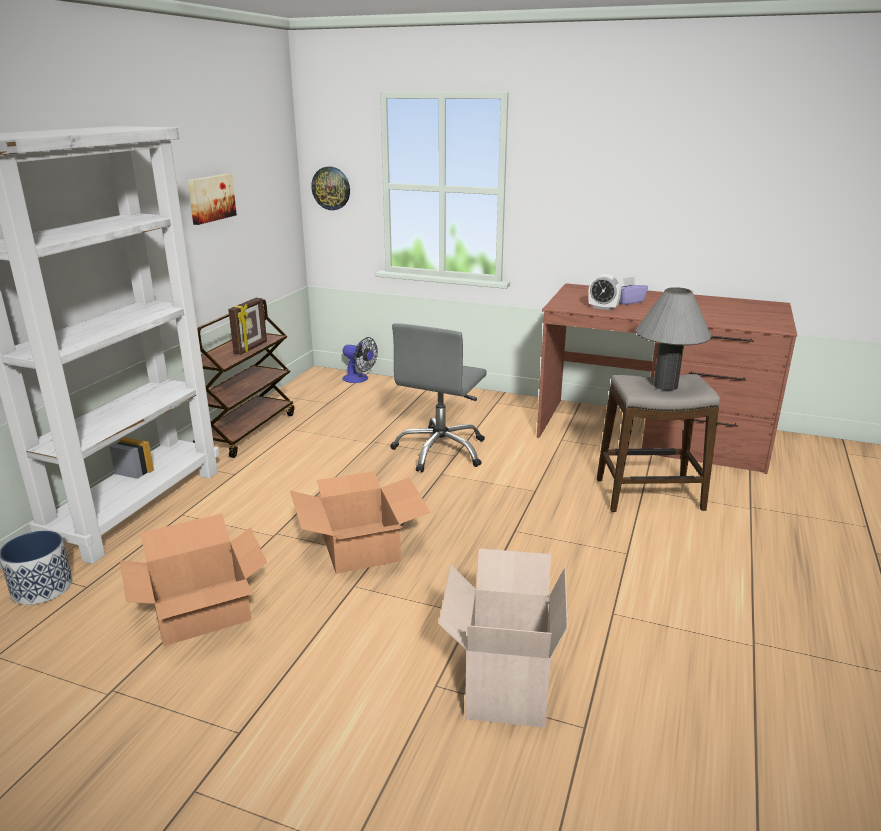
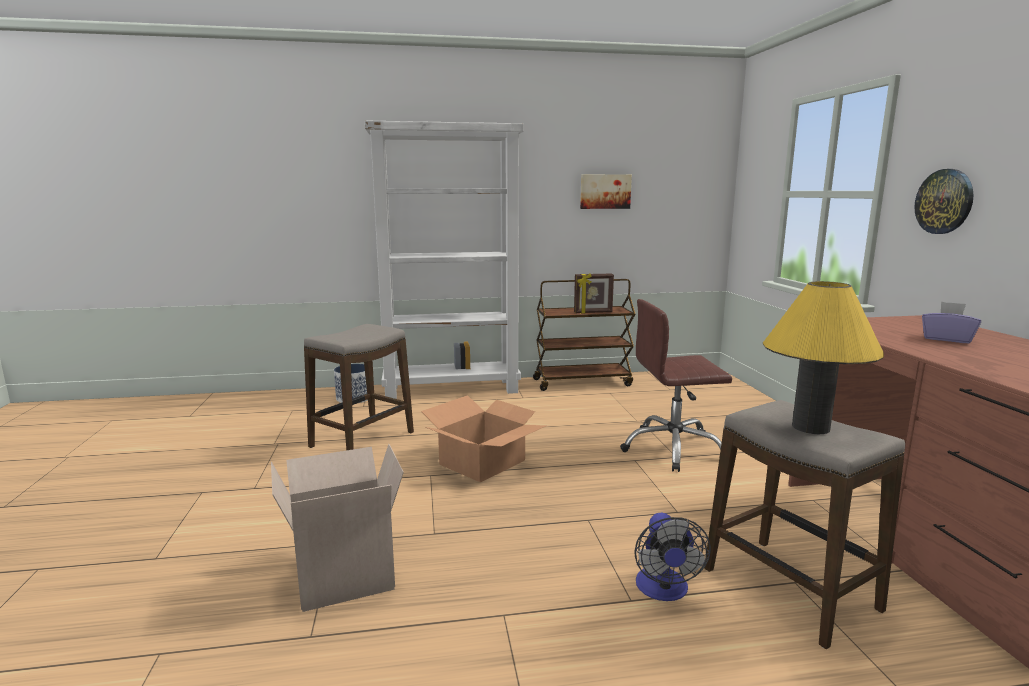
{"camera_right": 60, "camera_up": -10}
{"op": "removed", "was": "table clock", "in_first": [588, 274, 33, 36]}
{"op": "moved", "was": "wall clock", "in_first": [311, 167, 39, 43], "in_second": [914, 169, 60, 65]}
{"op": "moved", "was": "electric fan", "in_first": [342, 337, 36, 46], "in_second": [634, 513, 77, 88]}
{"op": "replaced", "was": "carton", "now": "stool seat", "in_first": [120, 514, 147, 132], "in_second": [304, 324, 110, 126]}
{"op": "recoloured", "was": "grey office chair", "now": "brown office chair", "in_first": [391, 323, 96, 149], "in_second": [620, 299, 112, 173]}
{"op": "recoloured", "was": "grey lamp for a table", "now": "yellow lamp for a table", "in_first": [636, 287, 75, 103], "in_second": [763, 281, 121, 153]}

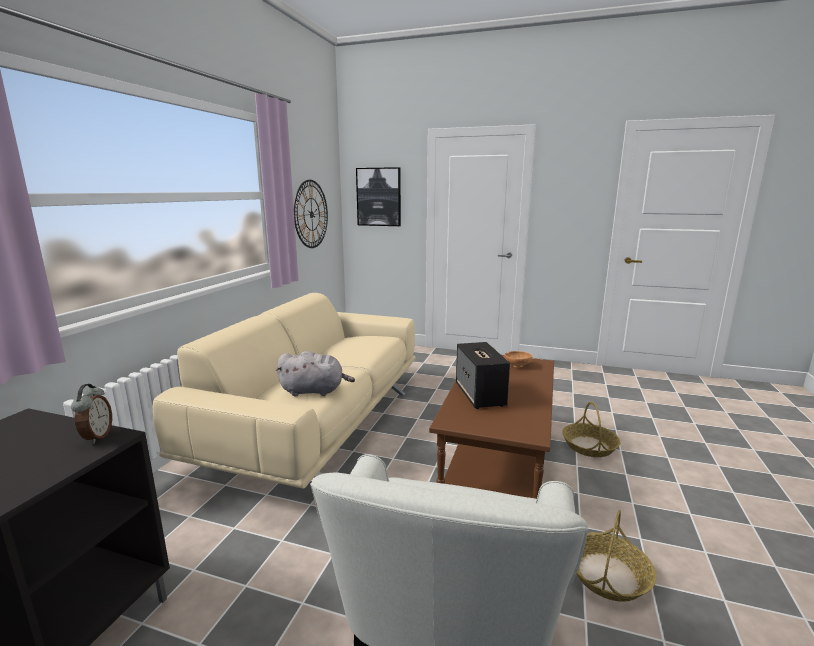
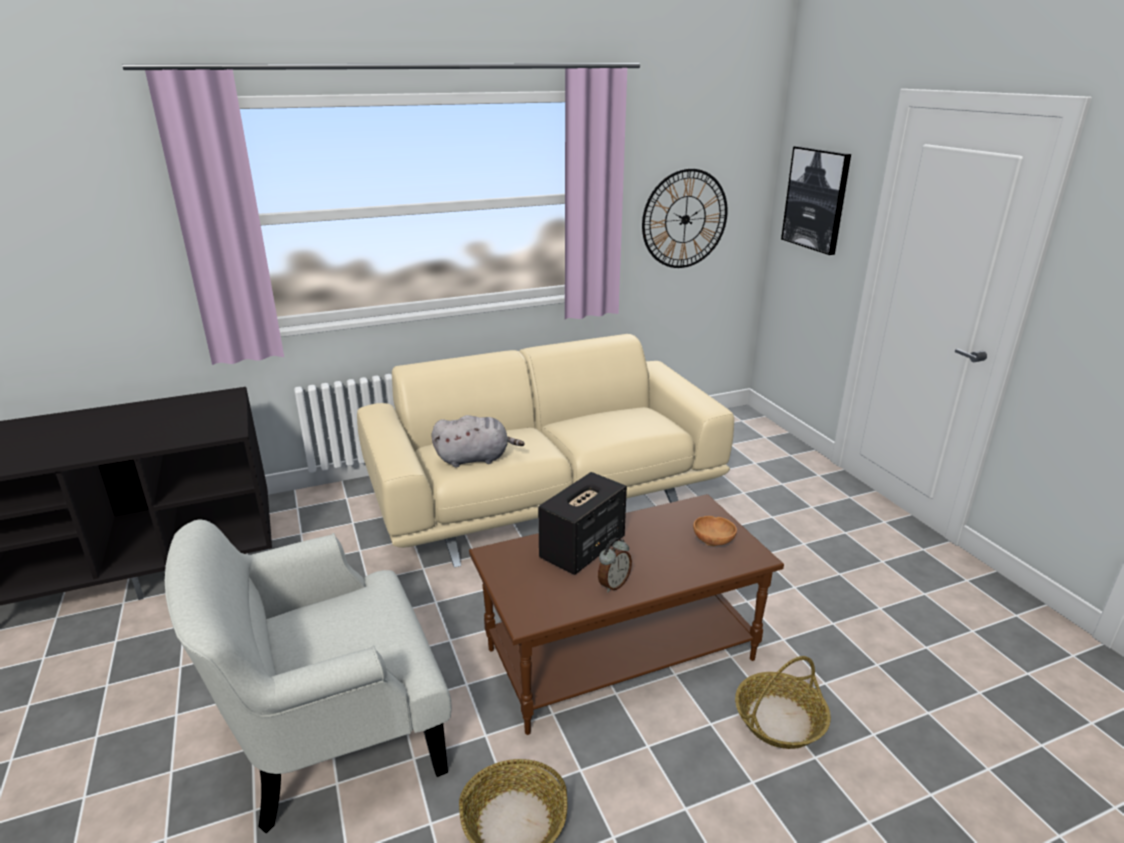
{"camera_right": 50, "camera_up": 10}
{"op": "moved", "was": "table clock", "in_first": [71, 384, 41, 60], "in_second": [598, 538, 34, 55]}
{"op": "turned", "was": "grey soft toy", "in_first": [276, 351, 79, 45], "in_second": [432, 415, 93, 52], "clockwise": -60}

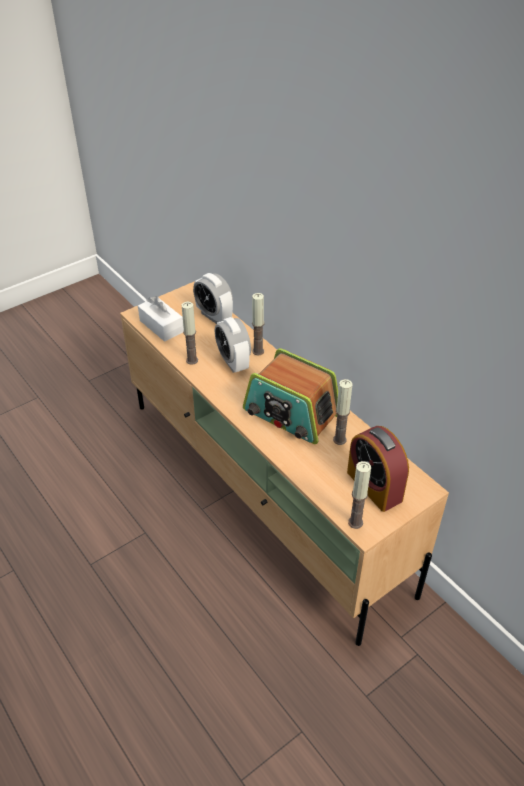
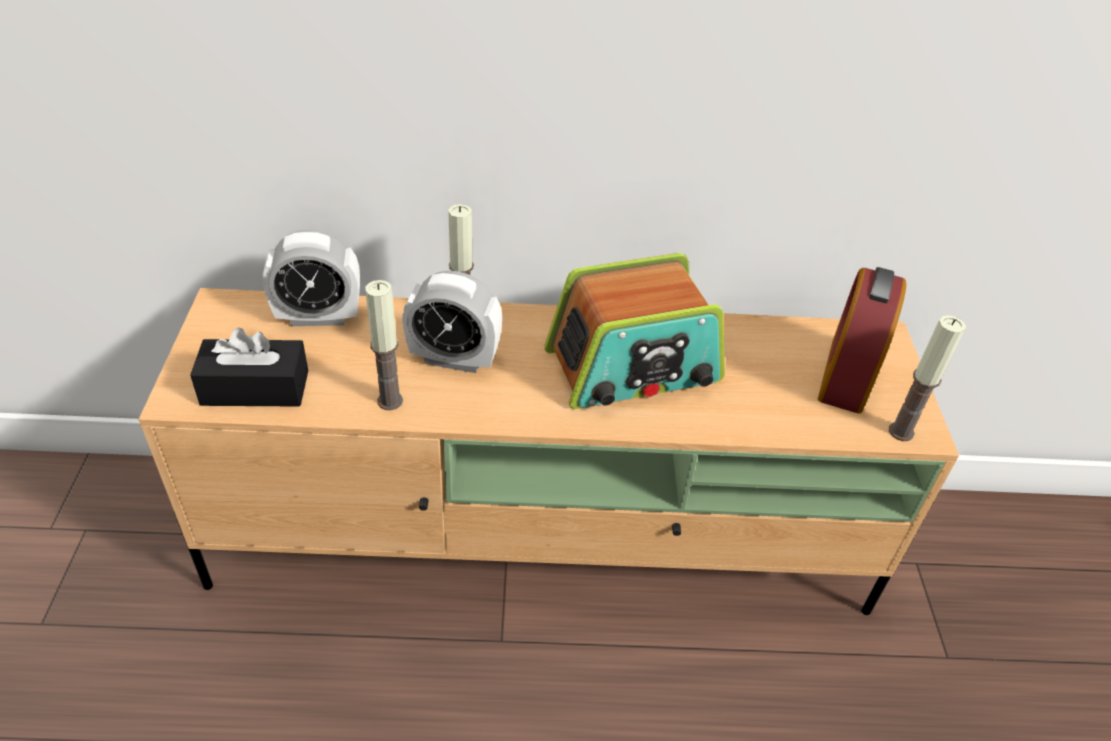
{"camera_right": -55, "camera_up": 0}
{"op": "removed", "was": "wax light", "in_first": [333, 379, 19, 66]}
{"op": "recoloured", "was": "white tissue box", "now": "blackish tissue box", "in_first": [138, 296, 46, 46], "in_second": [190, 328, 118, 79]}
{"op": "turned", "was": "table clock", "in_first": [347, 426, 62, 86], "in_second": [818, 267, 88, 147], "clockwise": 105}

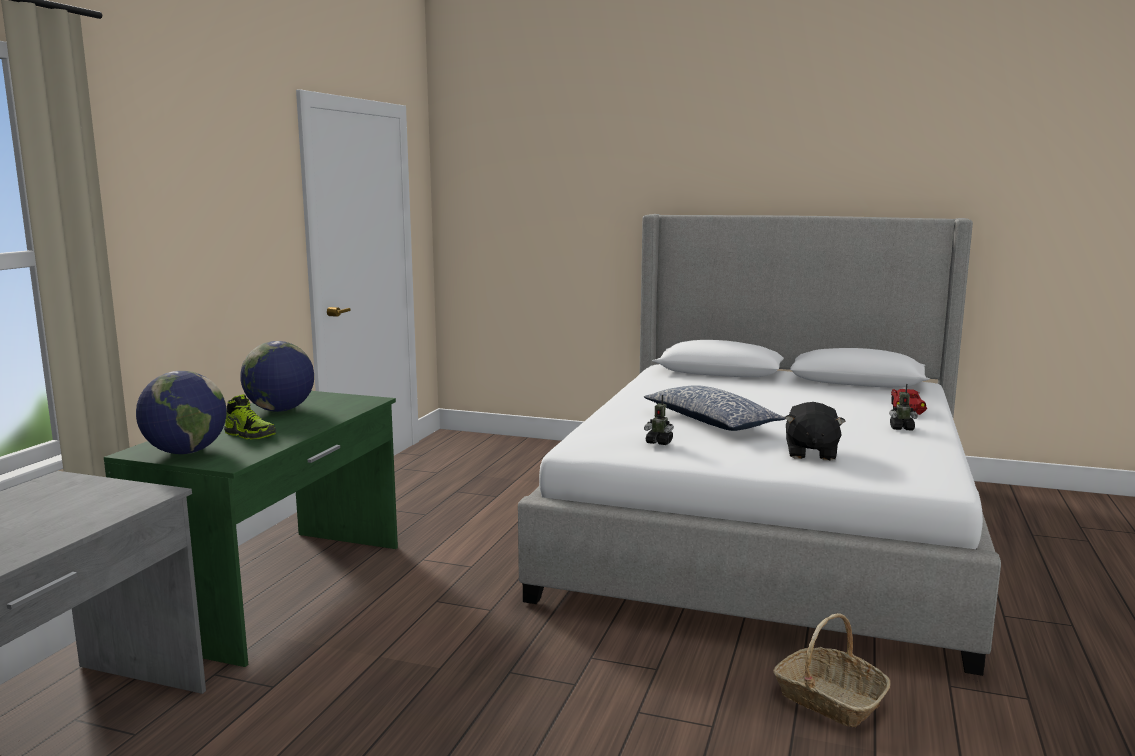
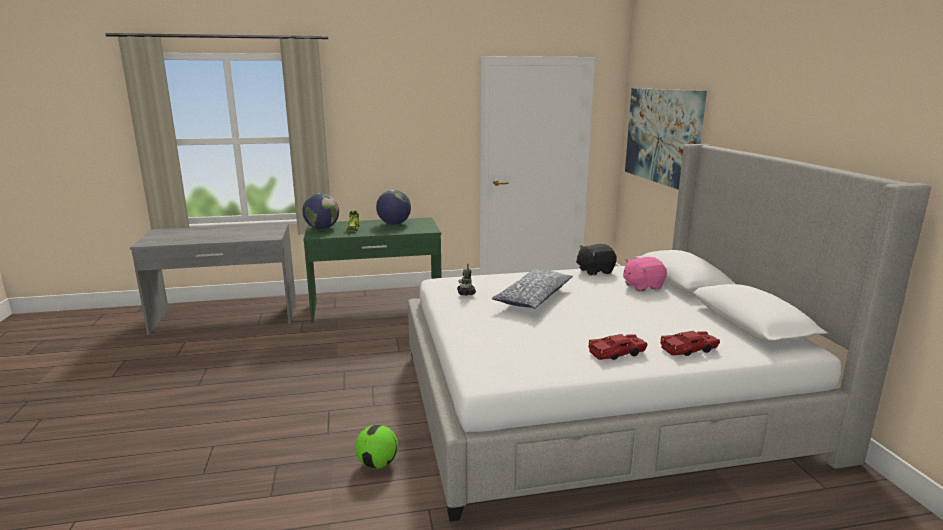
{"camera_right": 60, "camera_up": 5}
{"op": "added", "now": "pinkish soft toy", "in_second": [623, 257, 44, 34]}
{"op": "added", "now": "picture", "in_second": [625, 88, 82, 102]}
{"op": "moved", "was": "blackish soft toy", "in_first": [785, 402, 61, 59], "in_second": [576, 244, 41, 31]}
{"op": "replaced", "was": "basket", "now": "football ball", "in_first": [773, 613, 117, 114], "in_second": [355, 425, 43, 44]}
{"op": "replaced", "was": "model robot", "now": "reddish miniature car", "in_first": [889, 384, 29, 47], "in_second": [588, 334, 60, 26]}

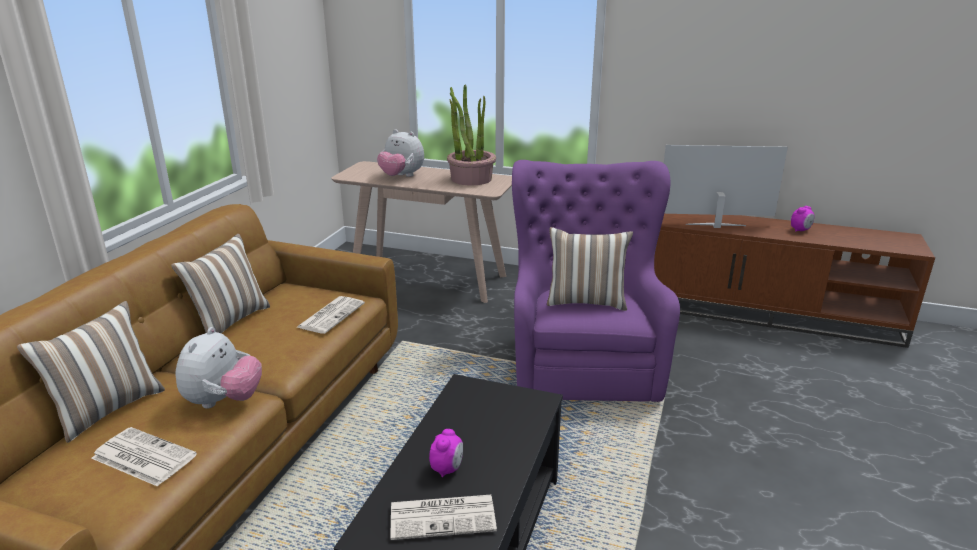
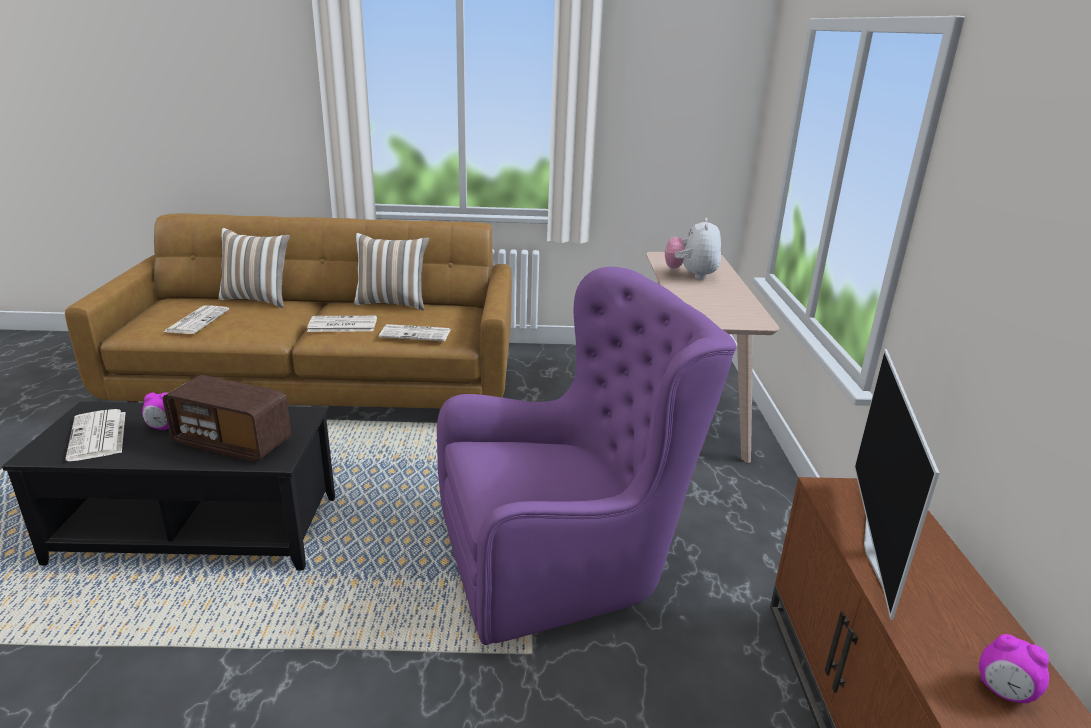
{"camera_right": 70, "camera_up": 0}
{"op": "removed", "was": "soft toy", "in_first": [176, 327, 86, 82]}
{"op": "removed", "was": "houseplant", "in_first": [447, 85, 49, 101]}
{"op": "removed", "was": "pillow", "in_first": [547, 227, 86, 84]}
{"op": "added", "now": "radio receiver", "in_second": [163, 375, 128, 87]}
{"op": "added", "now": "newspaper", "in_second": [307, 316, 70, 16]}
{"op": "turned", "was": "TV set", "in_first": [664, 145, 124, 83], "in_second": [854, 349, 86, 271], "clockwise": -150}

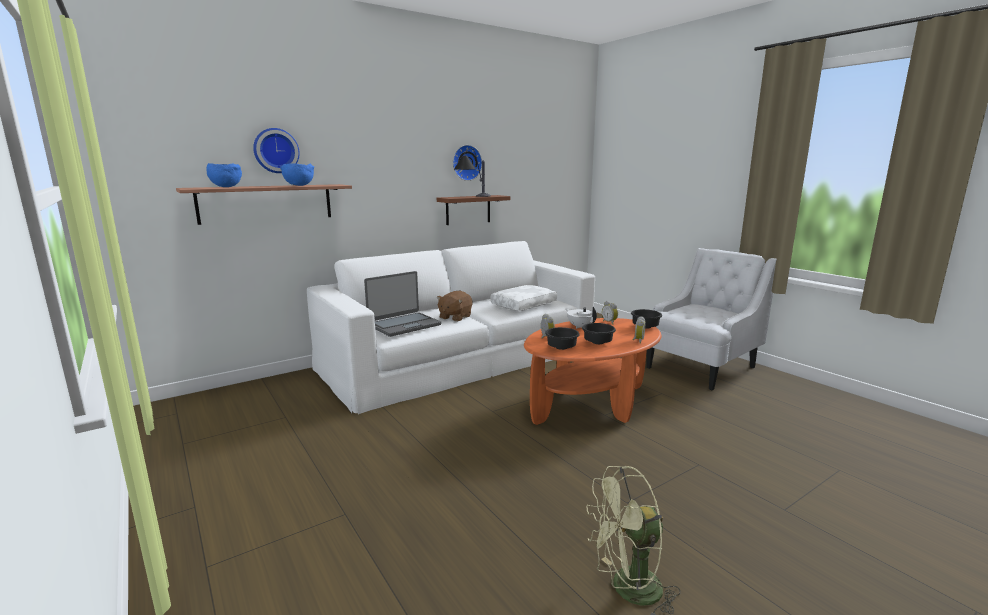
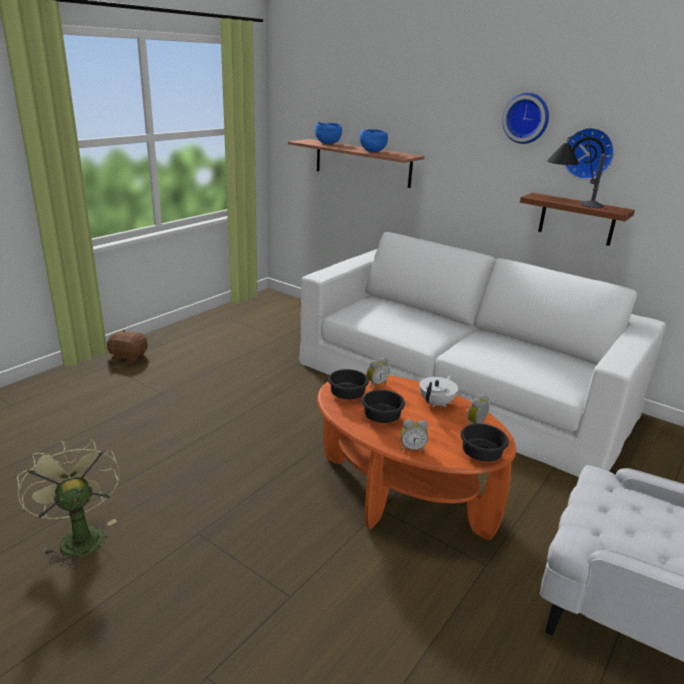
{"camera_right": 70, "camera_up": 10}
{"op": "removed", "was": "notebook computer", "in_first": [364, 271, 77, 66]}
{"op": "removed", "was": "white pillow", "in_first": [490, 285, 67, 26]}
{"op": "moved", "was": "wall clock", "in_first": [253, 128, 47, 45], "in_second": [502, 93, 47, 51]}
{"op": "moved", "was": "brown soft toy", "in_first": [437, 291, 35, 31], "in_second": [107, 330, 41, 34]}

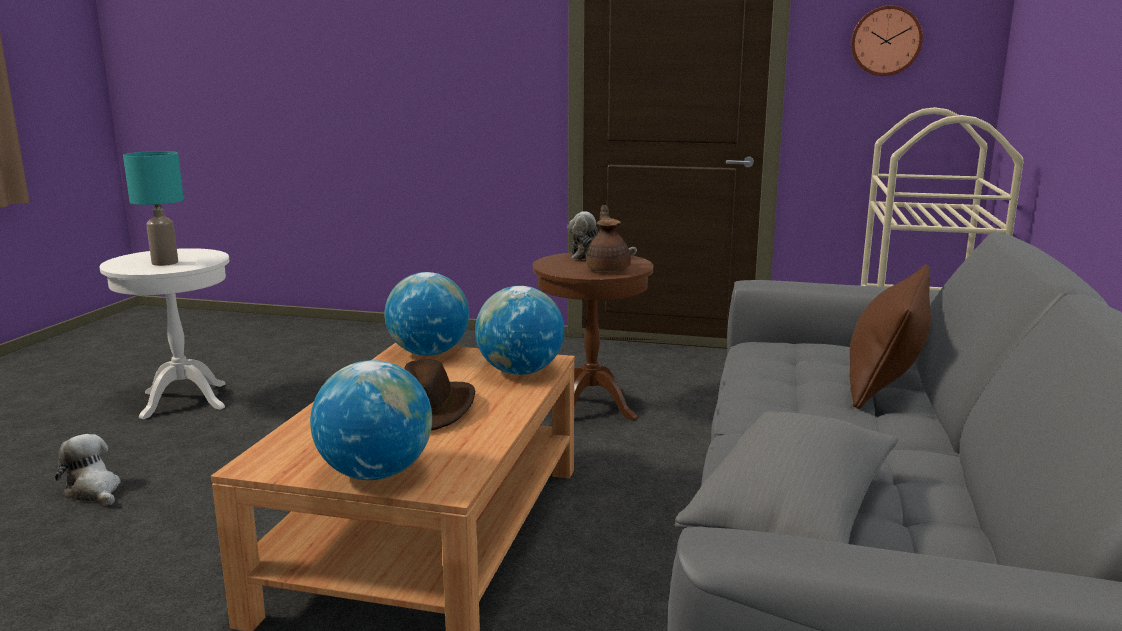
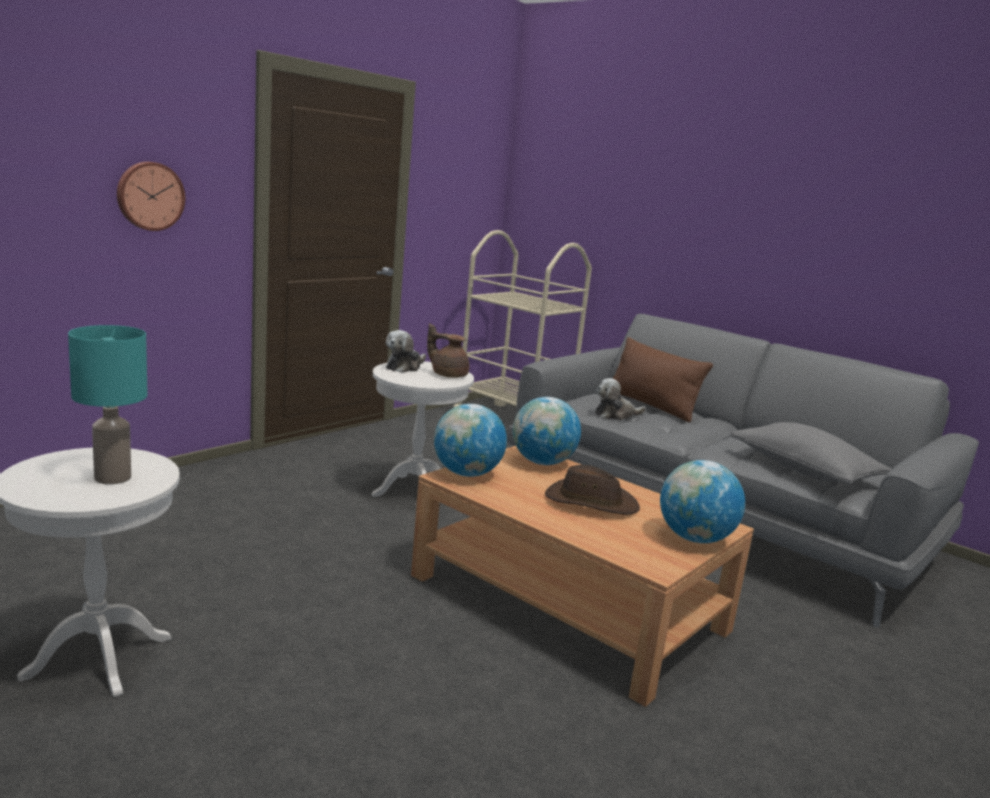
{"camera_right": -65, "camera_up": 0}
{"op": "moved", "was": "soft toy", "in_first": [55, 434, 66, 72], "in_second": [595, 378, 51, 42]}
{"op": "moved", "was": "wall clock", "in_first": [851, 5, 72, 71], "in_second": [117, 162, 68, 69]}
{"op": "recoloured", "was": "brown side table", "now": "white side table", "in_first": [533, 253, 120, 168], "in_second": [371, 361, 103, 136]}

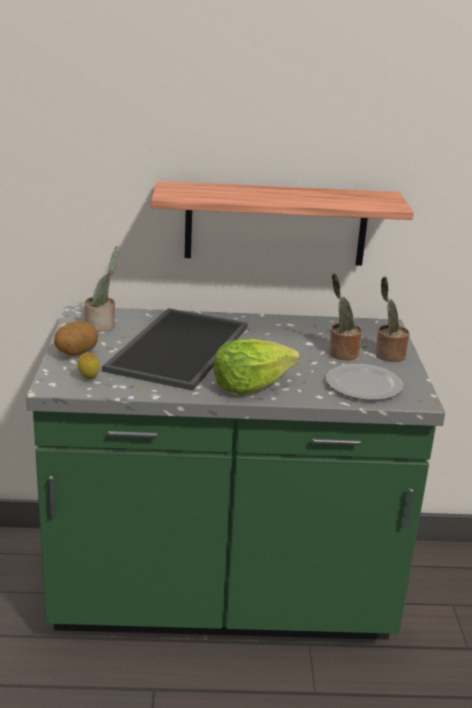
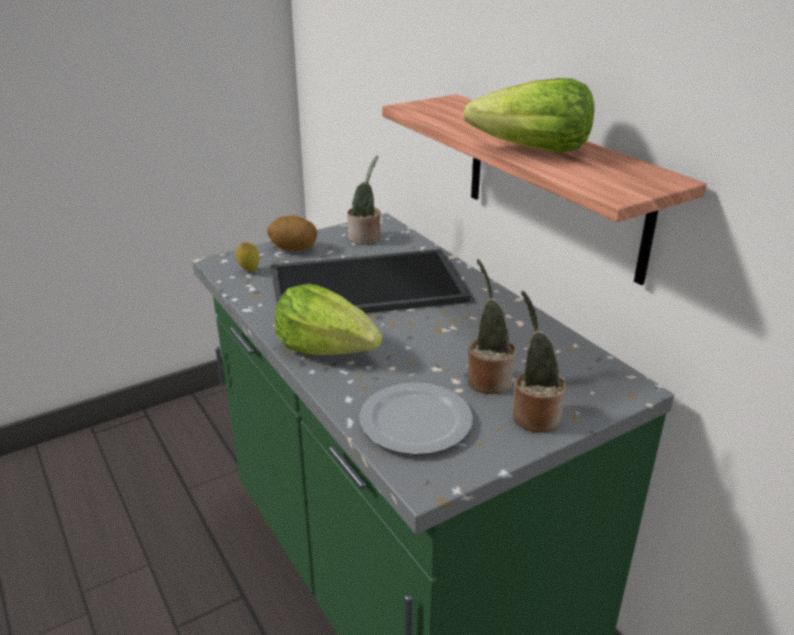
{"camera_right": 60, "camera_up": 5}
{"op": "added", "now": "lettuce", "in_second": [464, 78, 130, 75]}

